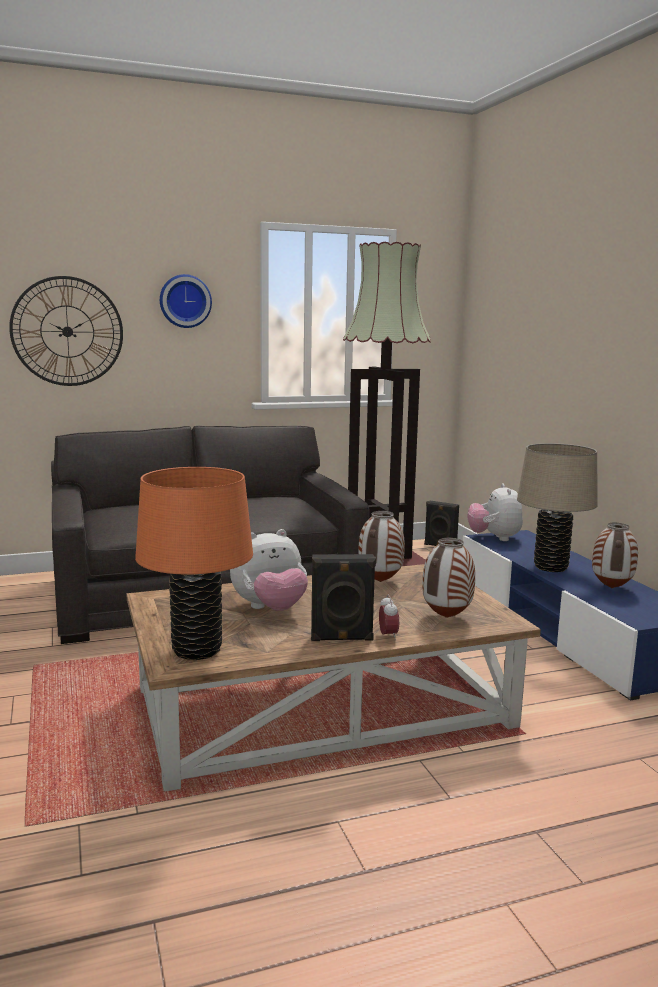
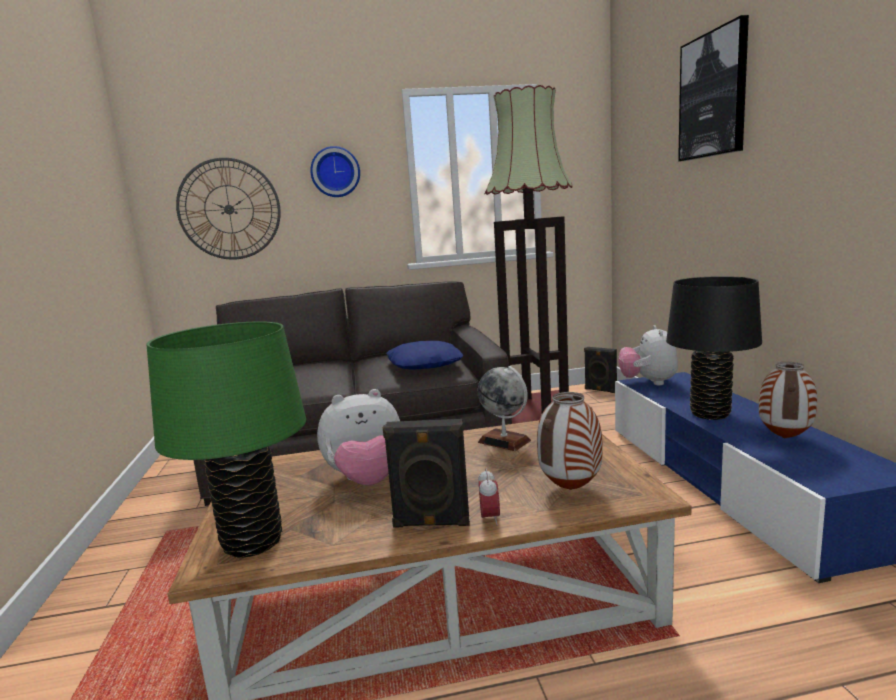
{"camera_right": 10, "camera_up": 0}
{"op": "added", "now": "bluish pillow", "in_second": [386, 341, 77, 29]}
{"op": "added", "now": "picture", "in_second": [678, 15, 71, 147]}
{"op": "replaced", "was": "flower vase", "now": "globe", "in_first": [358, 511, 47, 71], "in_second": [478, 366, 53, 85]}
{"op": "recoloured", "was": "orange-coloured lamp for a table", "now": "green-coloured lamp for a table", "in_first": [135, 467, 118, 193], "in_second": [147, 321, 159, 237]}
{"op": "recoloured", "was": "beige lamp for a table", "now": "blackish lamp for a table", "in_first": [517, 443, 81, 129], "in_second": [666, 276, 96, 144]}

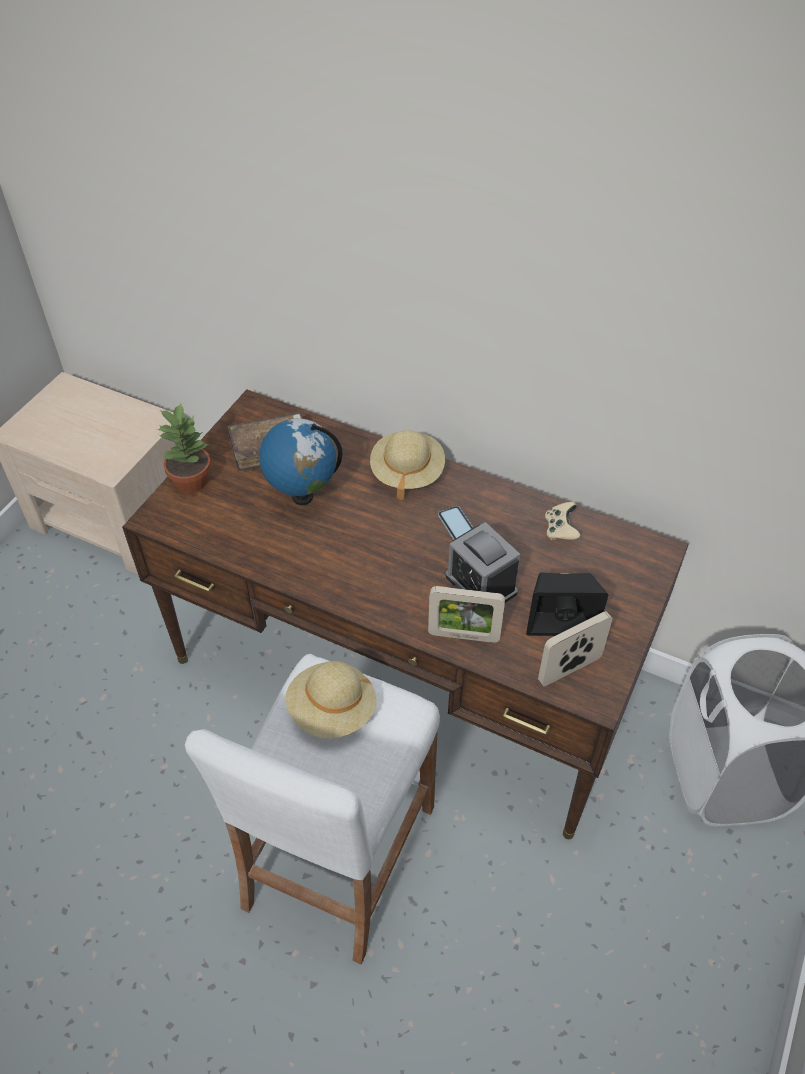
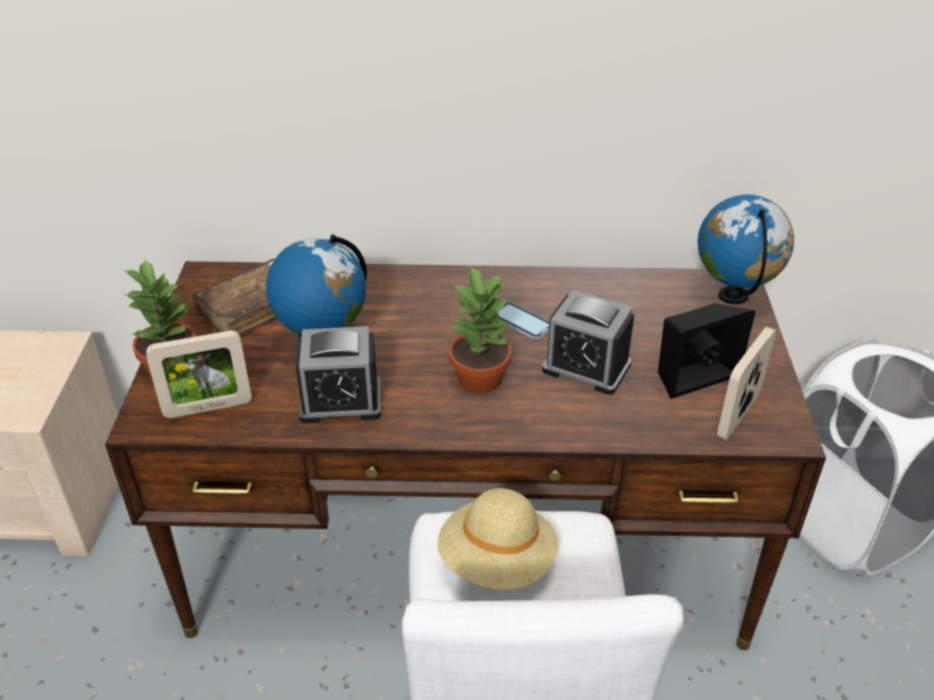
{"camera_right": -25, "camera_up": -10}
{"op": "removed", "was": "beige hat", "in_first": [370, 430, 75, 70]}
{"op": "removed", "was": "beige joypad", "in_first": [545, 502, 36, 38]}
{"op": "added", "now": "table clock", "in_second": [296, 326, 85, 97]}
{"op": "added", "now": "houseplant", "in_second": [449, 265, 63, 129]}
{"op": "added", "now": "globe", "in_second": [698, 194, 96, 110]}
{"op": "moved", "was": "standing frame", "in_first": [428, 586, 77, 57], "in_second": [146, 330, 106, 88]}

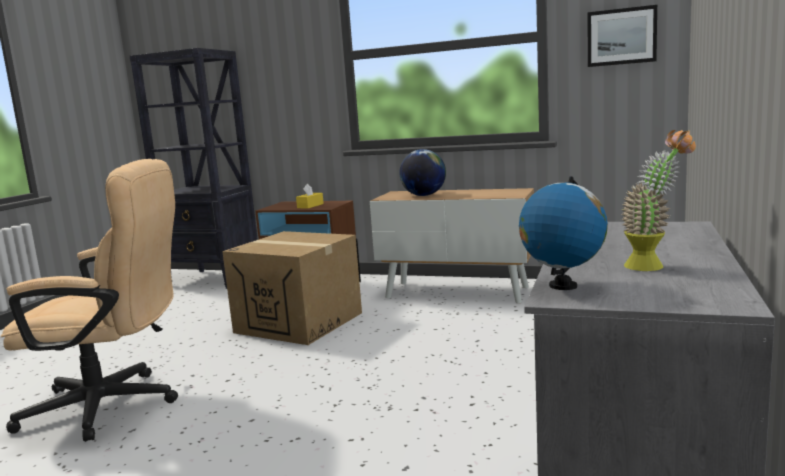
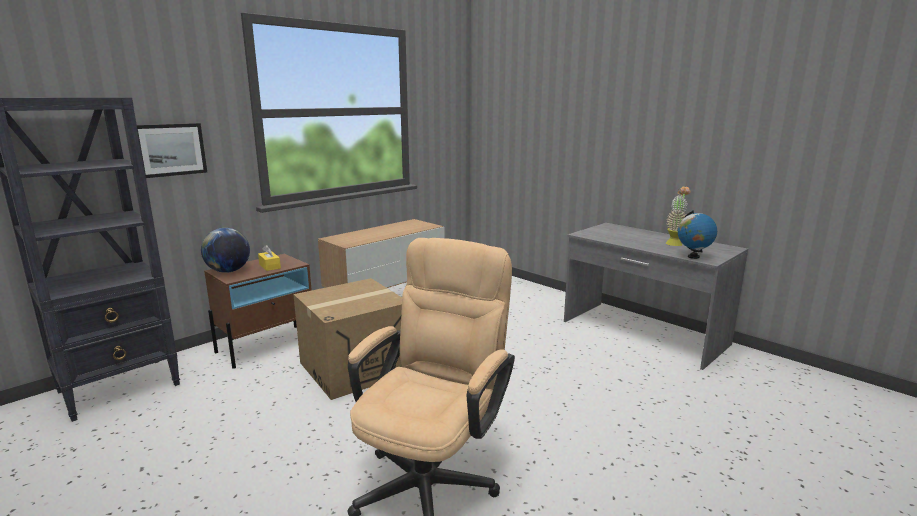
{"camera_right": -65, "camera_up": 5}
{"op": "moved", "was": "globe", "in_first": [399, 149, 47, 47], "in_second": [201, 228, 49, 45]}
{"op": "moved", "was": "picture", "in_first": [588, 5, 69, 62], "in_second": [137, 123, 70, 55]}

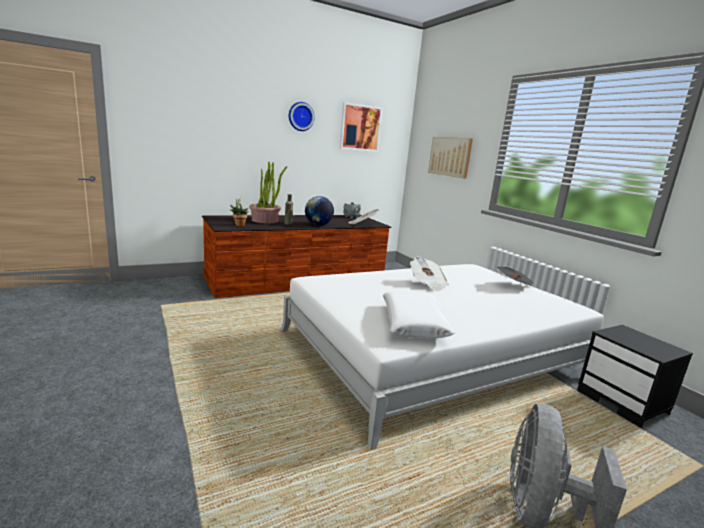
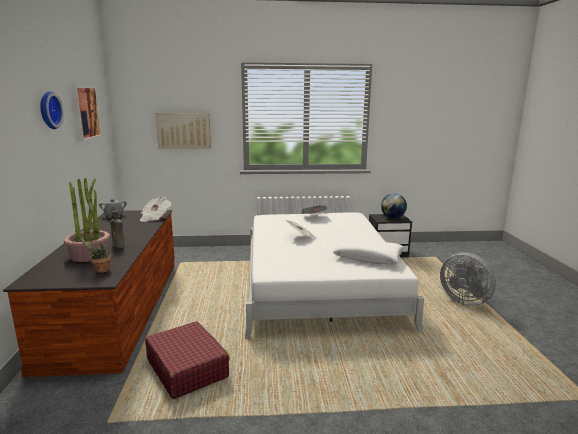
{"camera_right": -65, "camera_up": 0}
{"op": "added", "now": "reddish travel case", "in_second": [145, 321, 85, 78]}
{"op": "moved", "was": "globe", "in_first": [305, 196, 29, 30], "in_second": [381, 193, 26, 26]}

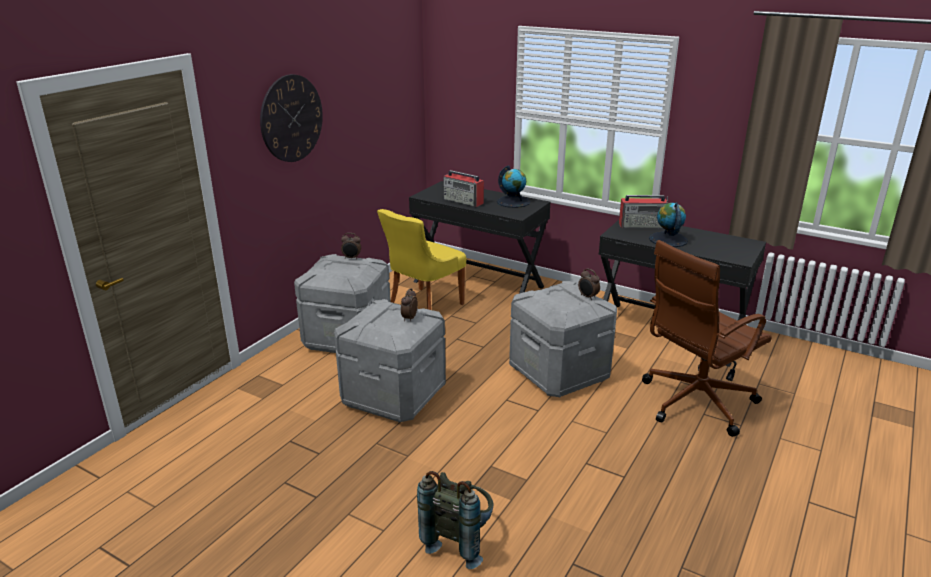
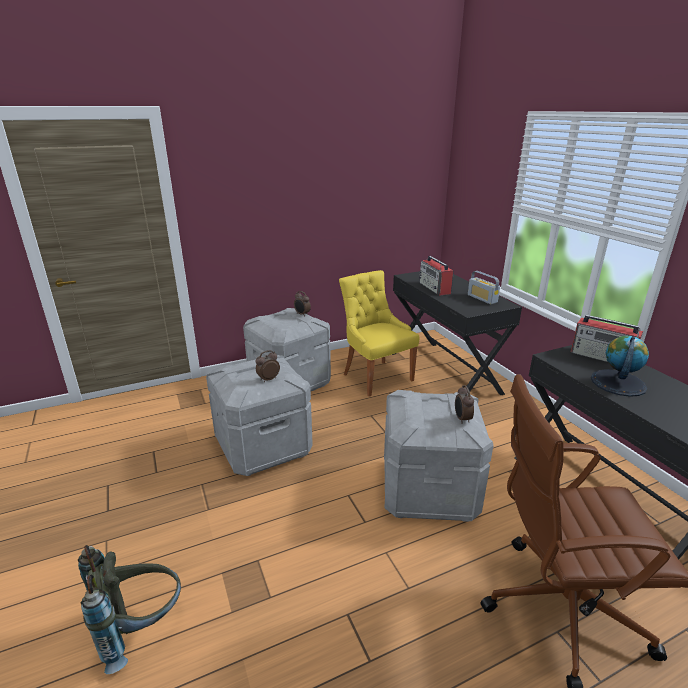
{"camera_right": 35, "camera_up": 0}
{"op": "removed", "was": "wall clock", "in_first": [260, 74, 63, 88]}
{"op": "replaced", "was": "globe", "now": "radio receiver", "in_first": [497, 166, 33, 42], "in_second": [468, 271, 32, 33]}
{"op": "turned", "was": "yellow chair", "in_first": [377, 209, 89, 101], "in_second": [339, 270, 80, 127], "clockwise": 75}

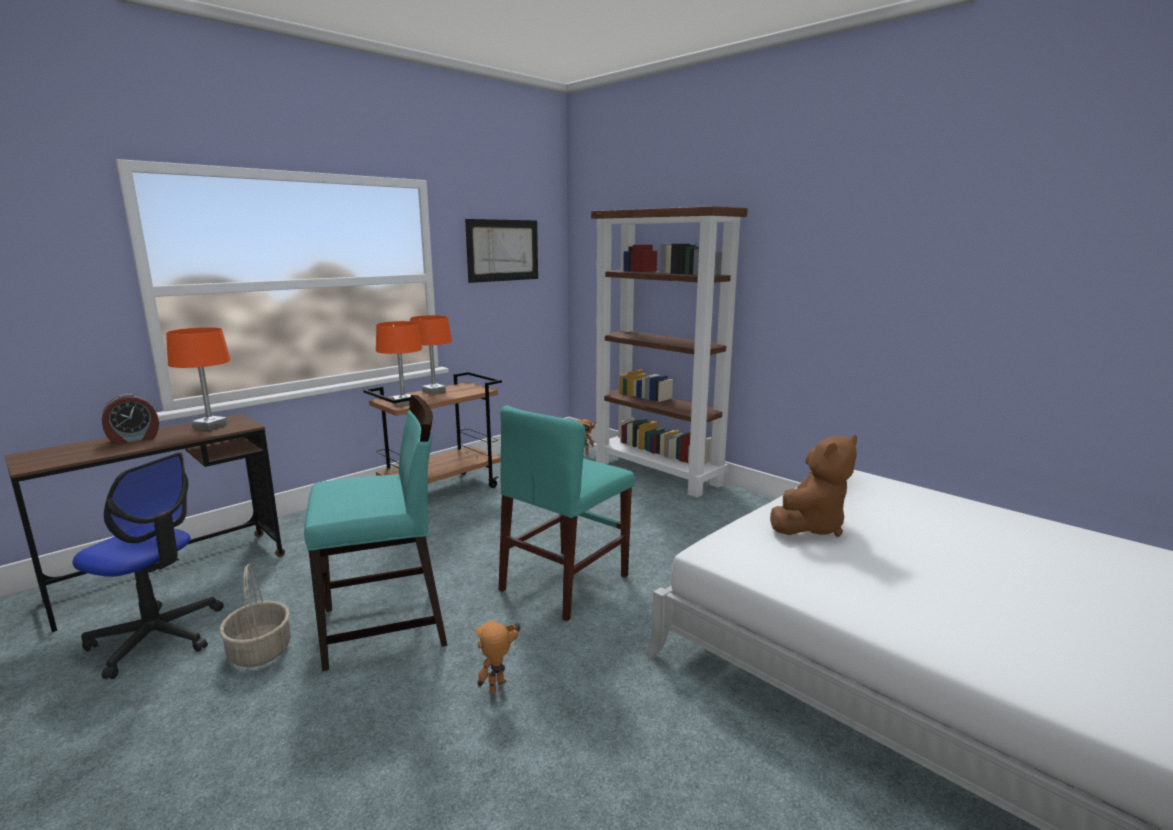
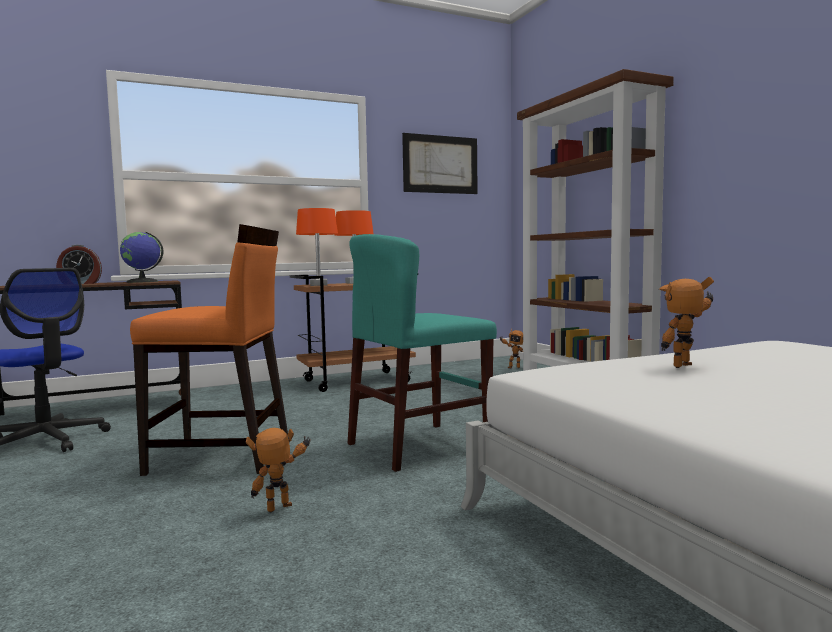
{"camera_right": 20, "camera_up": -10}
{"op": "removed", "was": "basket", "in_first": [219, 564, 72, 103]}
{"op": "replaced", "was": "orange-coloured lamp for a table", "now": "globe", "in_first": [166, 327, 65, 104], "in_second": [120, 232, 43, 51]}
{"op": "replaced", "was": "brown soft toy", "now": "model robot", "in_first": [770, 435, 87, 102], "in_second": [659, 277, 55, 91]}
{"op": "recoloured", "was": "turquoise-coloured chair", "now": "orange-coloured chair", "in_first": [304, 395, 144, 276], "in_second": [130, 224, 158, 252]}

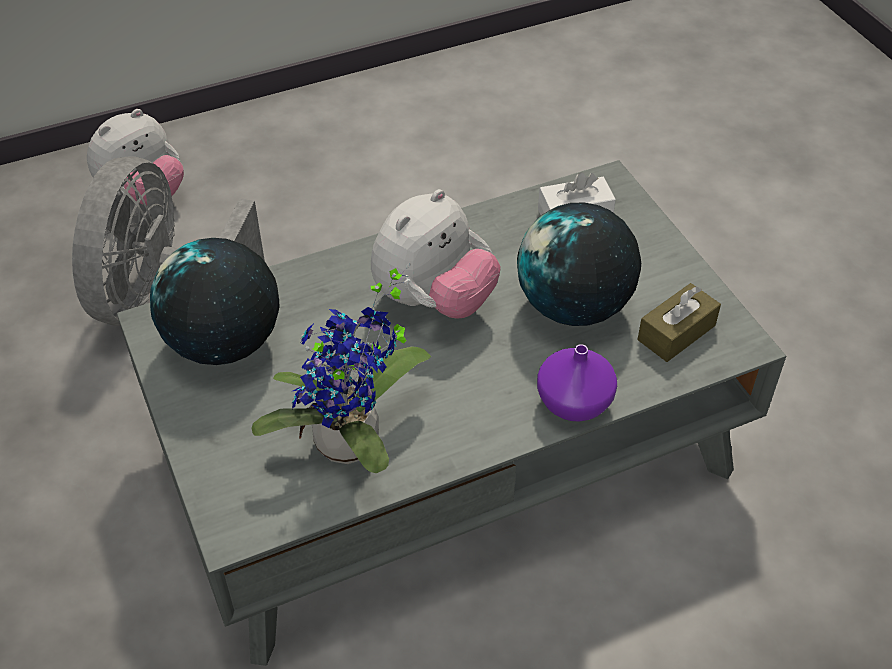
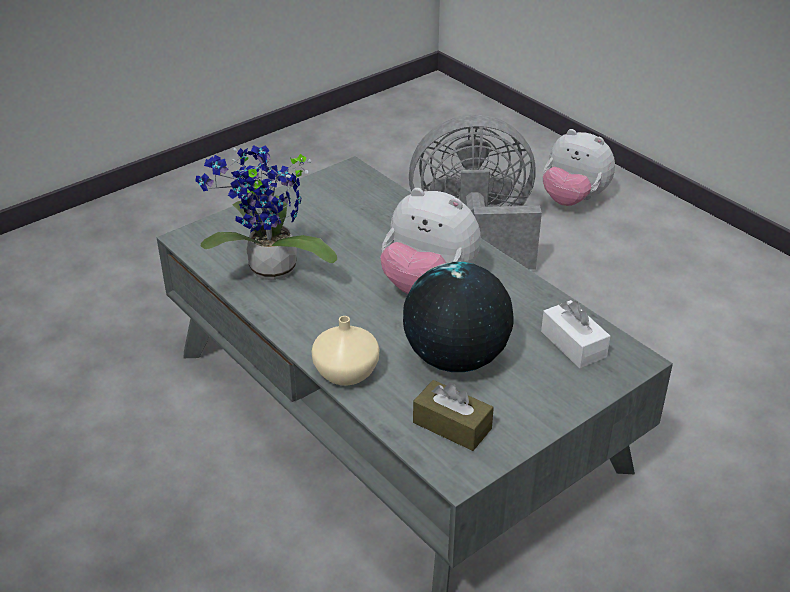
{"camera_right": 75, "camera_up": -10}
{"op": "removed", "was": "globe", "in_first": [150, 238, 129, 127]}
{"op": "recoloured", "was": "purple flower vase", "now": "beige flower vase", "in_first": [537, 344, 80, 77], "in_second": [312, 316, 67, 70]}

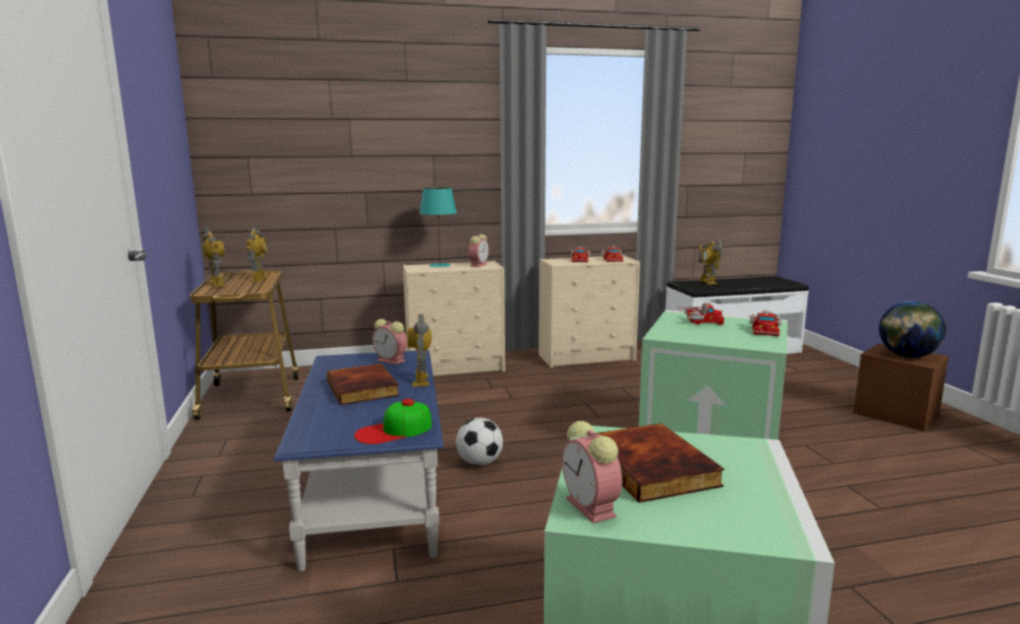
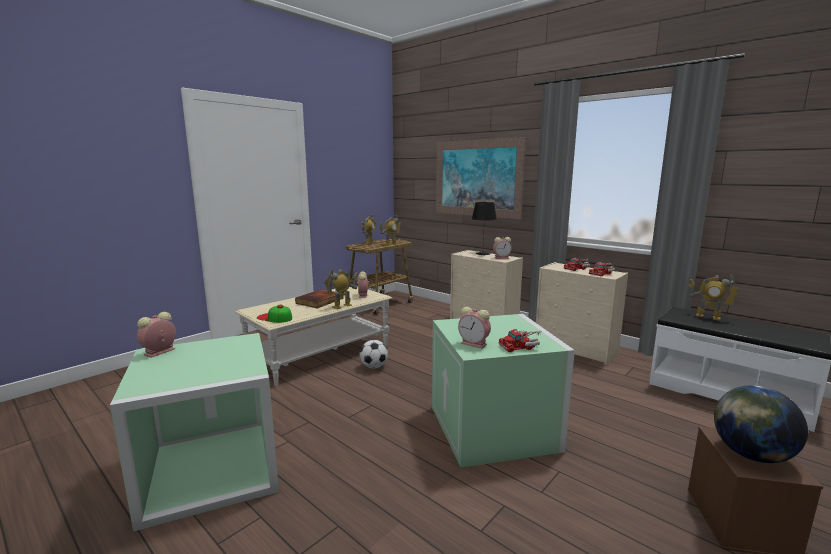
{"camera_right": 55, "camera_up": 0}
{"op": "removed", "was": "book", "in_first": [587, 423, 137, 80]}
{"op": "removed", "was": "model truck", "in_first": [677, 302, 47, 23]}
{"op": "added", "now": "picture", "in_second": [436, 137, 90, 83]}
{"op": "added", "now": "table clock", "in_second": [458, 307, 33, 42]}
{"op": "recoloured", "was": "bluish coffee table", "now": "beige coffee table", "in_first": [273, 350, 171, 221], "in_second": [235, 286, 157, 100]}
{"op": "recoloured", "was": "turquoise-coloured lamp for a table", "now": "blackish lamp for a table", "in_first": [420, 187, 37, 80], "in_second": [472, 202, 25, 53]}
{"op": "turned", "was": "model robot", "in_first": [698, 239, 24, 45], "in_second": [688, 275, 52, 46], "clockwise": -90}

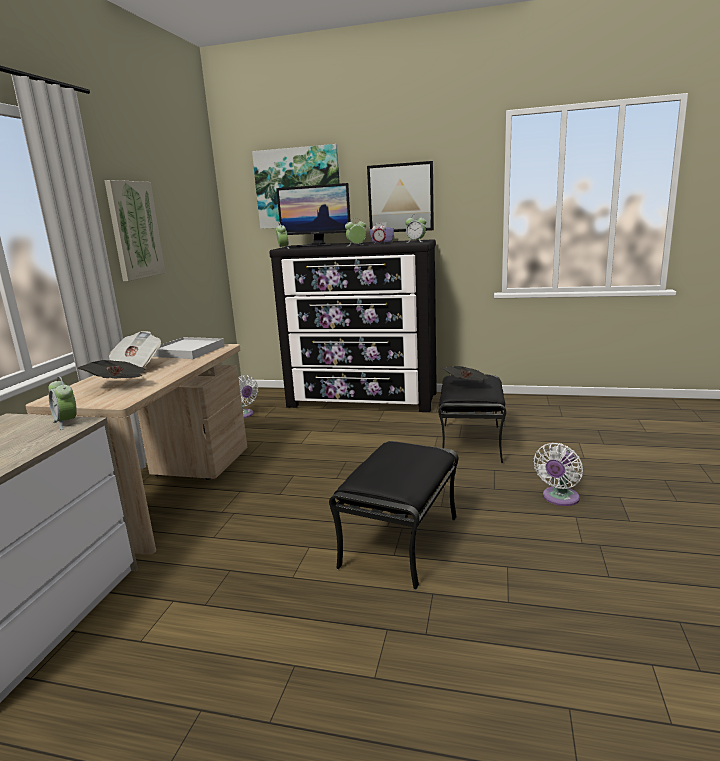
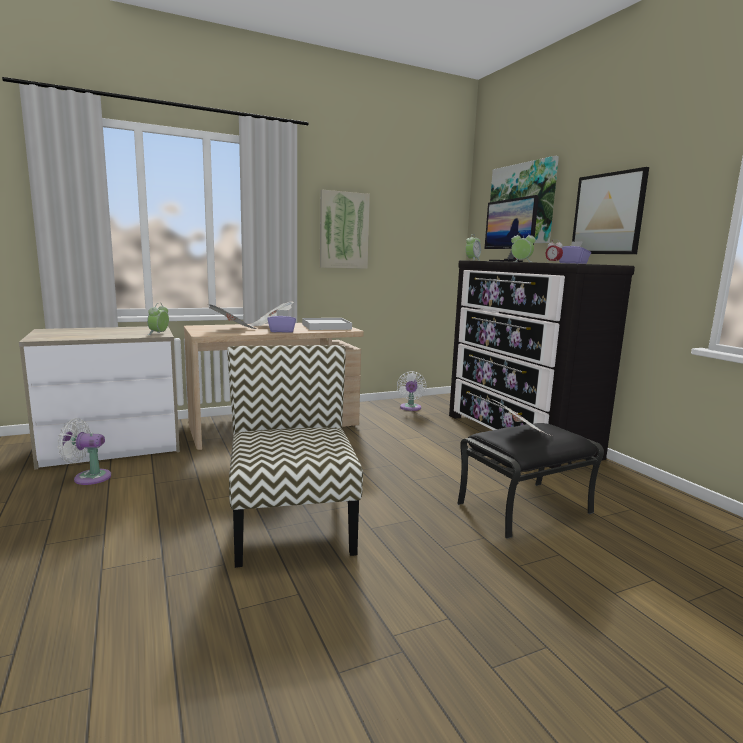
{"camera_right": 50, "camera_up": -5}
{"op": "removed", "was": "table clock", "in_first": [405, 214, 21, 29]}
{"op": "added", "now": "purple tissue box", "in_second": [267, 310, 29, 23]}
{"op": "moved", "was": "white electric fan", "in_first": [534, 443, 49, 63], "in_second": [57, 418, 54, 67]}
{"op": "replaced", "was": "blackish footrest", "now": "chair", "in_first": [329, 441, 129, 149], "in_second": [227, 345, 136, 223]}

